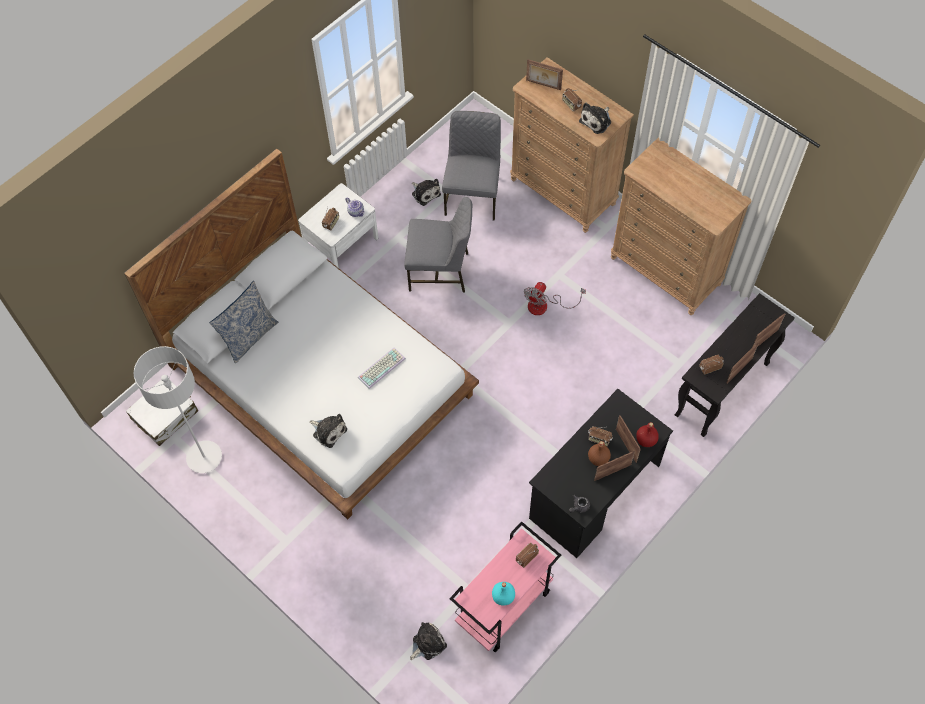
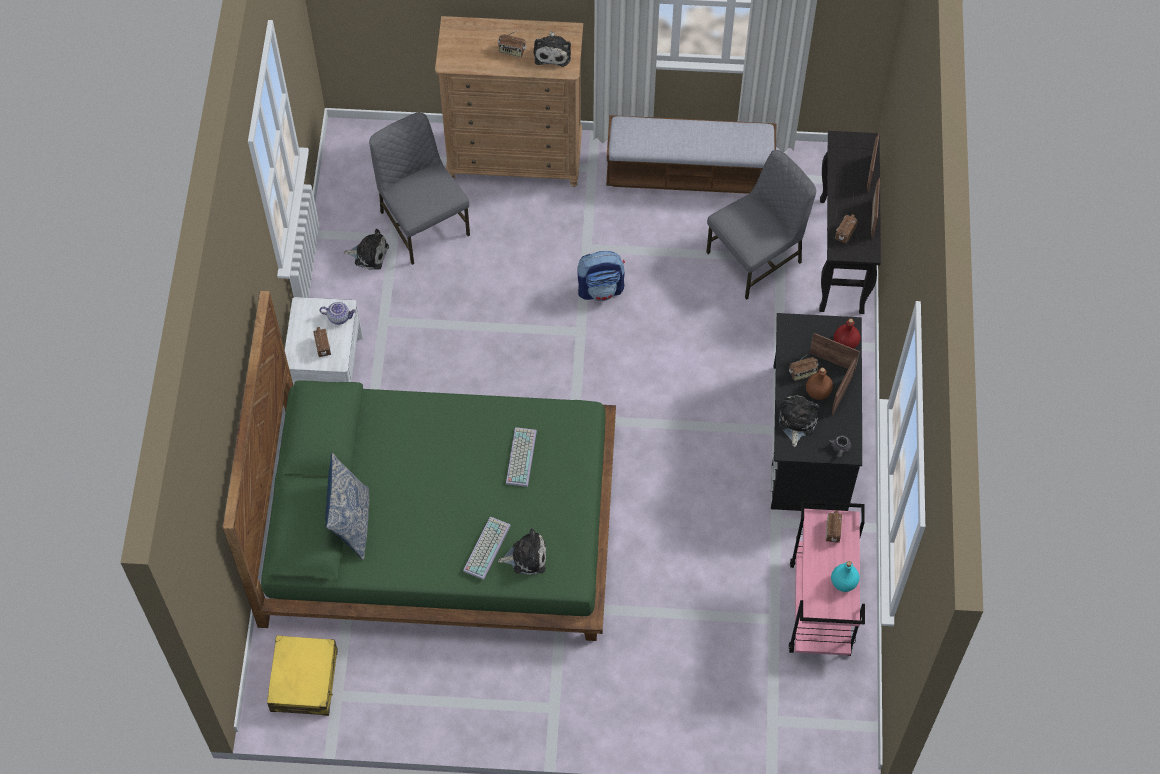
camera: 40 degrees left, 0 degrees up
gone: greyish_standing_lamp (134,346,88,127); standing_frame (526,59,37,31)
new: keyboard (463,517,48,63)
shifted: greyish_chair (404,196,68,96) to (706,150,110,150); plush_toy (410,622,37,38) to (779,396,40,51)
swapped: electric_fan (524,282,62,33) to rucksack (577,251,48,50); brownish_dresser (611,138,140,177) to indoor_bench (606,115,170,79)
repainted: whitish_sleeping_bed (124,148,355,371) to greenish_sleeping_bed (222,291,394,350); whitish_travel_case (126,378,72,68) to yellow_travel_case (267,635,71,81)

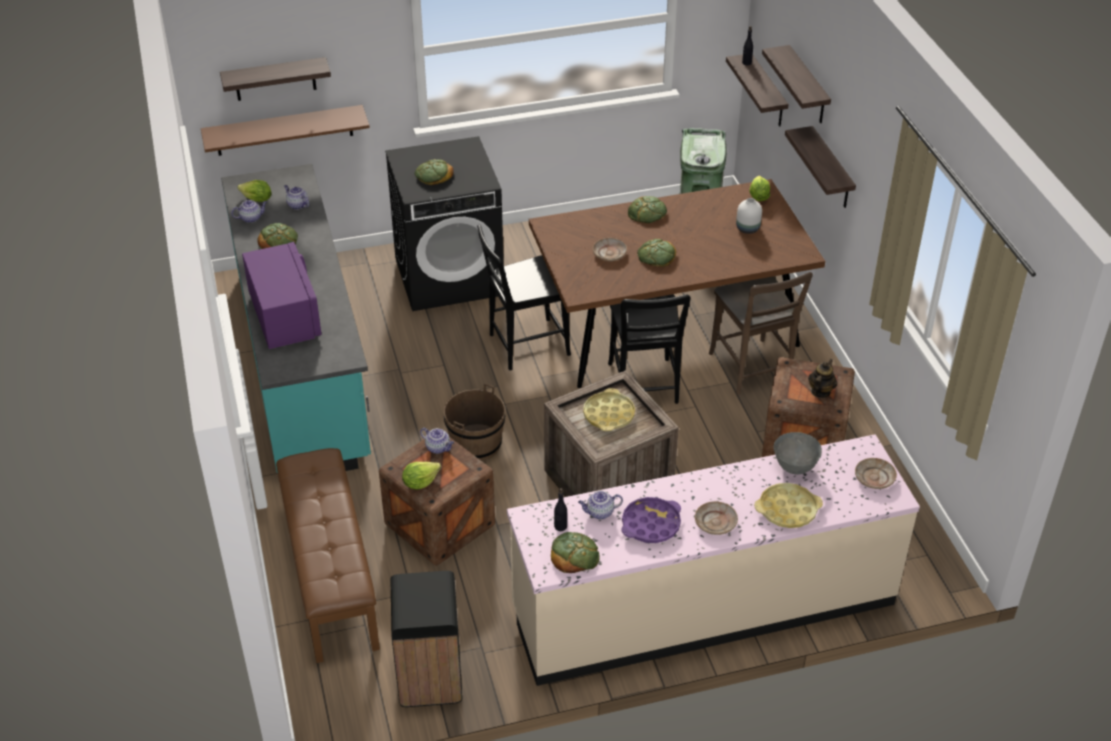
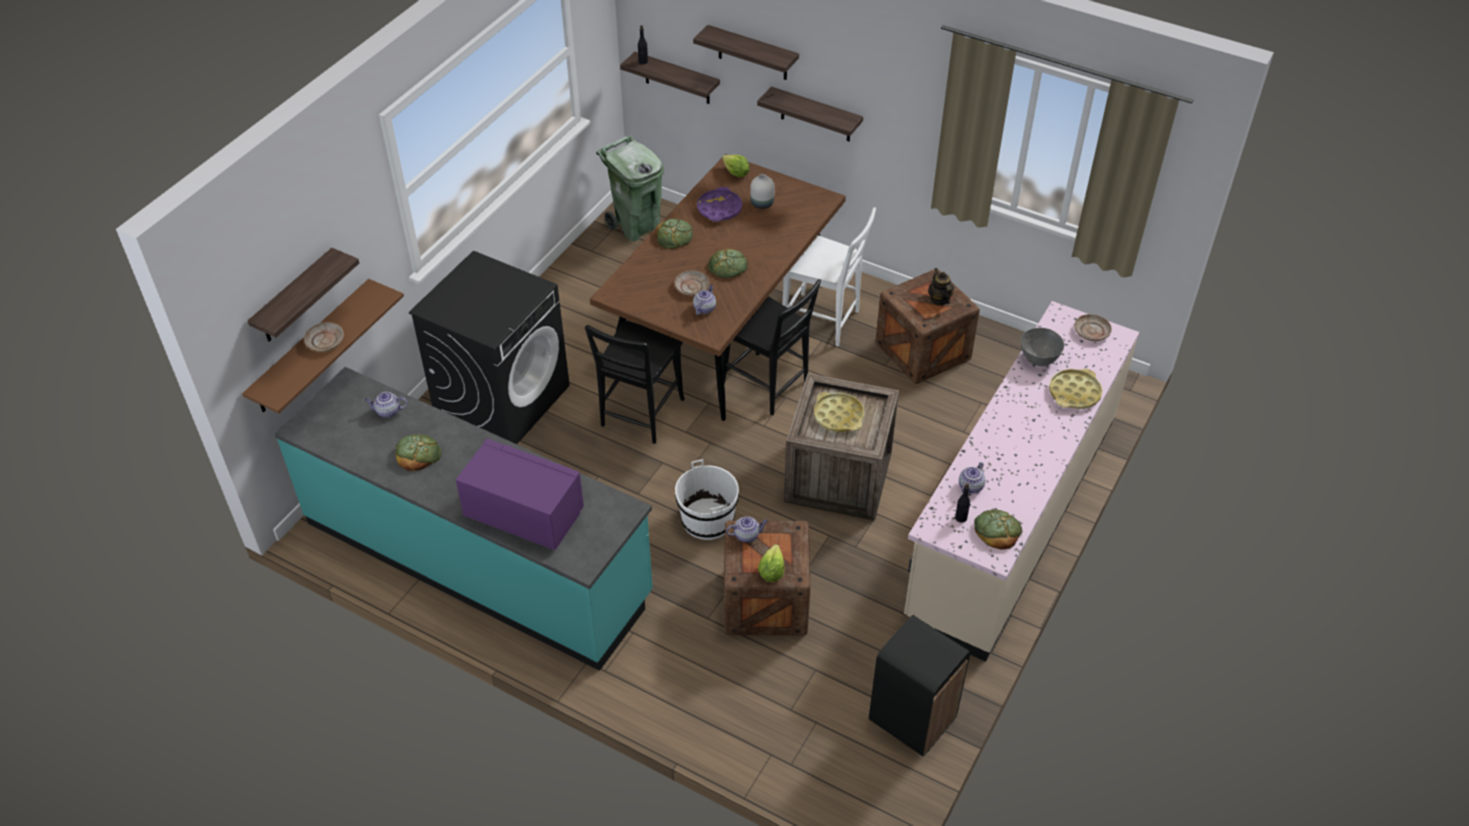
camera: 45 degrees left, 5 degrees up
gone: lettuce_head (237,180,35,22); brownish_indoor_bench (276,448,104,215); bakery_bread (415,159,39,26)
shifted: beige-coloured_dinner_plate (695,501,43,34) to (304,322,40,30); tea_pot (231,200,36,23) to (693,285,23,30); purplish_serving_tray (621,497,60,46) to (697,187,45,34)
repainted: brownish_pail (444,383,61,78) to whitish_pail (675,459,64,81); brownish_chair (709,272,104,123) to whitish_chair (782,207,94,140)

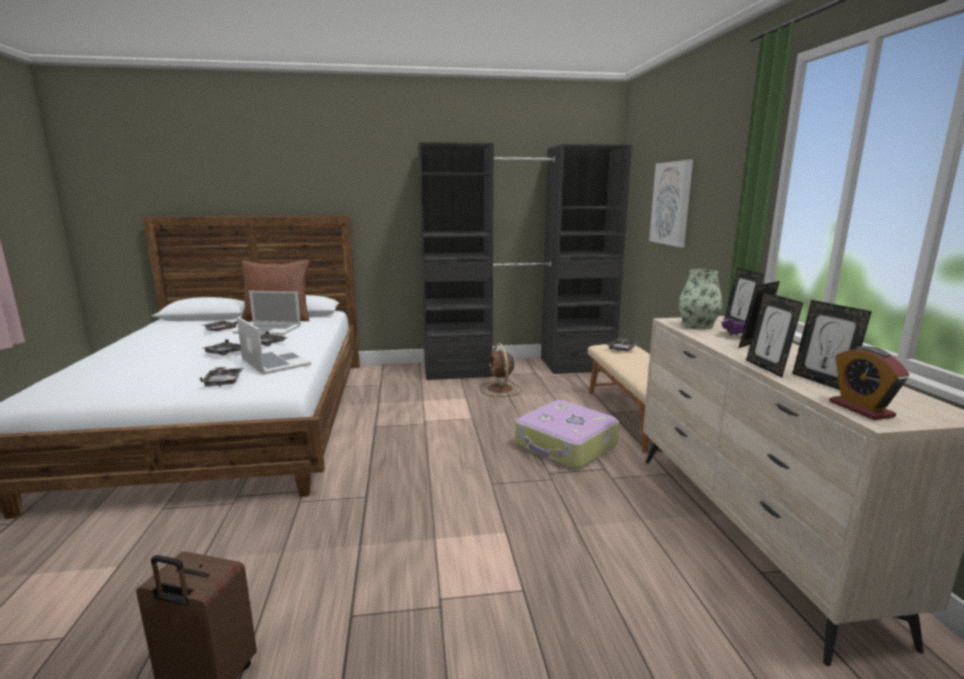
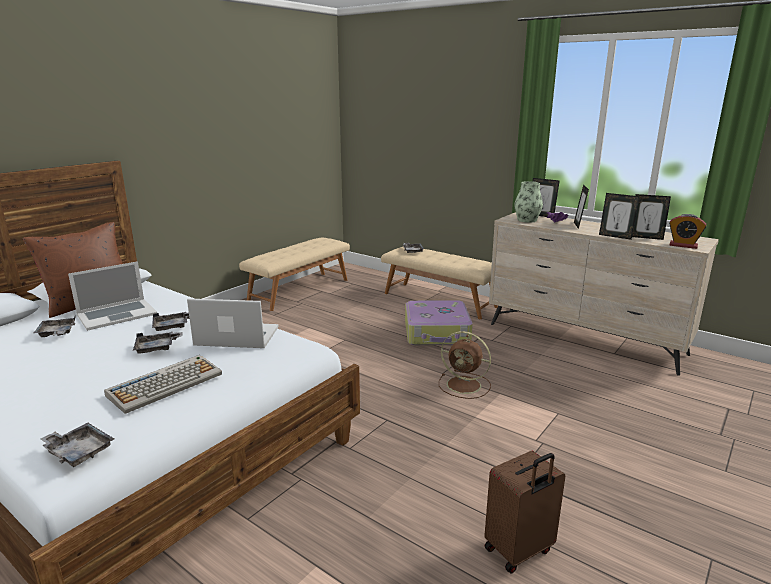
camera: 45 degrees left, 5 degrees up
gone: wall_picture (649,160,44,87)
new: keyboard (104,355,118,59)
shifted: greyish_serving_tray (200,367,43,20) to (40,422,74,45); brownish_electric_fan (480,343,42,54) to (439,331,52,68)
swapped: blackish_armoire (418,142,214,238) to beige-coloured_indoor_bench (239,237,111,74)

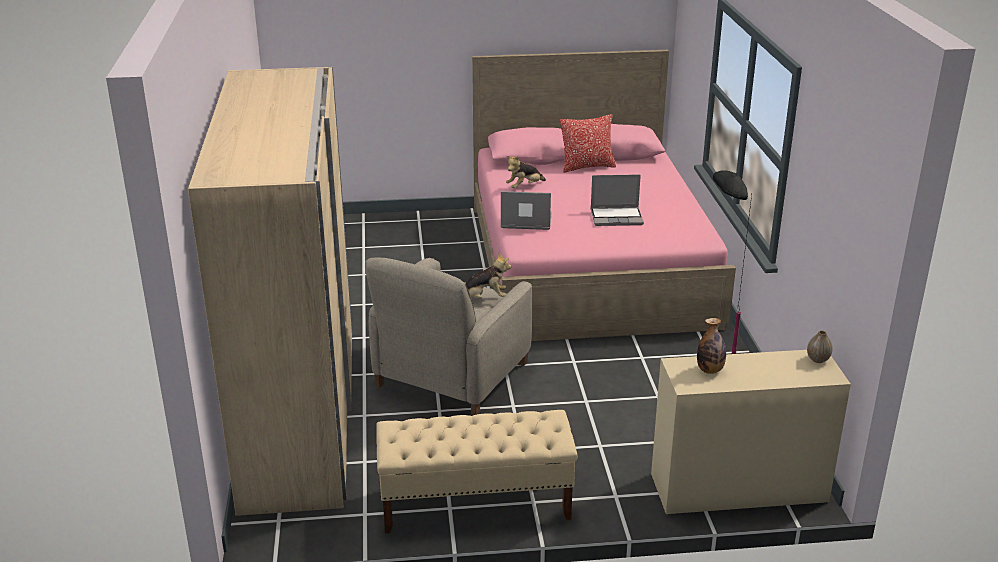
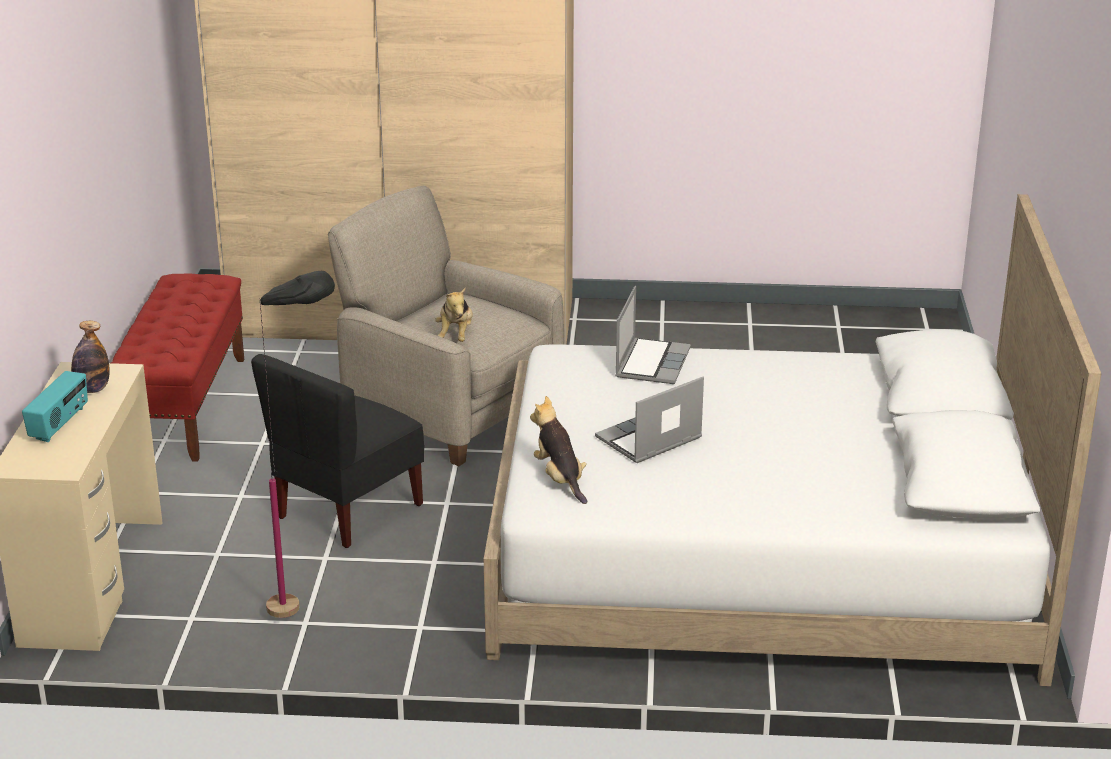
camera: 100 degrees right, 0 degrees up
gone: throw_pillow (560,114,56,59); vase (807,330,26,33)
new: radio_set (22,371,66,71); blackish_chair (251,354,173,194)
shifted: plush_toy (506,156,40,32) to (530,396,57,108)
repainted: beige-coloured_indoor_bench (376,410,202,123) to reddish_indoor_bench (111,273,133,189); pink_sleeping_bed (472,50,264,291) to whitish_sleeping_bed (484,194,617,492)
rotated: portable_computer (591,174,53,52) = (595,377,109,86) 45 degrees clockwise

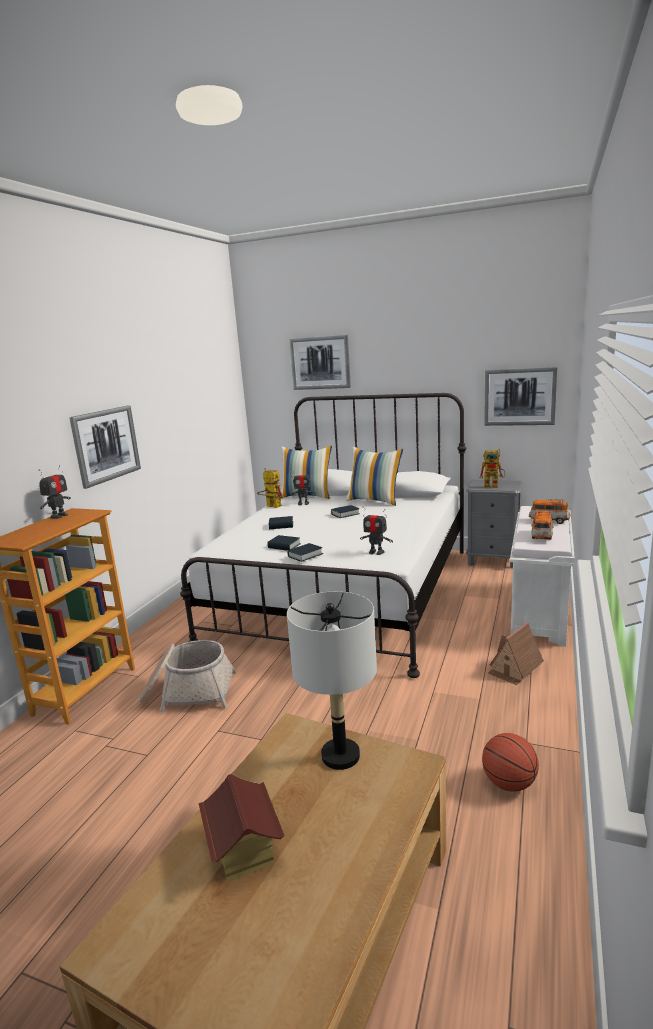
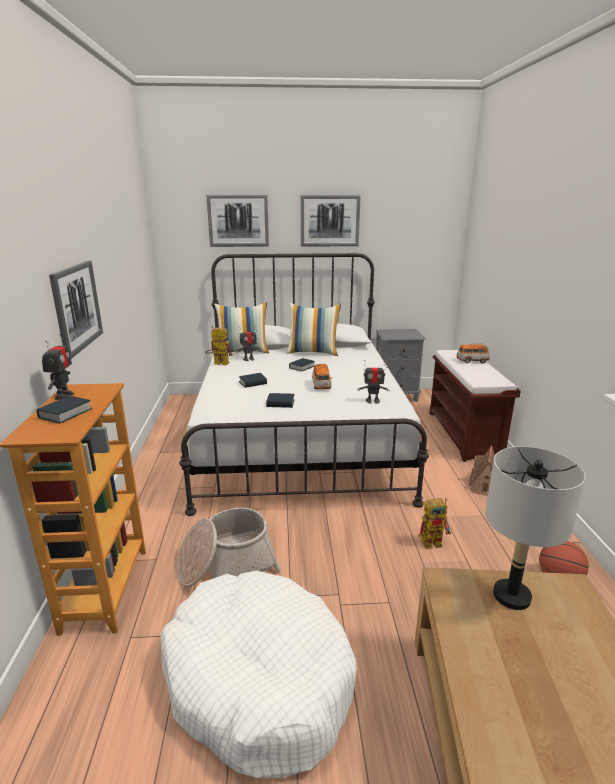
camera: 25 degrees left, 5 degrees up
gone: miniature_house (198,774,87,108)
new: whitish_pet_bed (160,571,197,207)
shifted: book (287,543,36,19) to (37,396,56,28); wall_picture (484,367,73,59) to (301,195,60,52); model_car (531,510,23,30) to (312,363,20,26); model_robot (480,449,25,39) to (418,498,33,51)
repainted: whitish_indoor_bench (510,506,65,141) to brownish_indoor_bench (429,350,92,112)

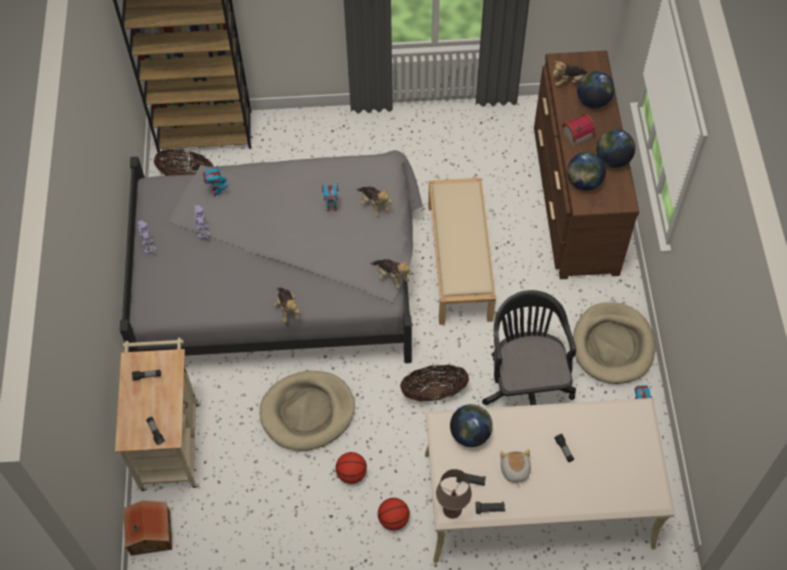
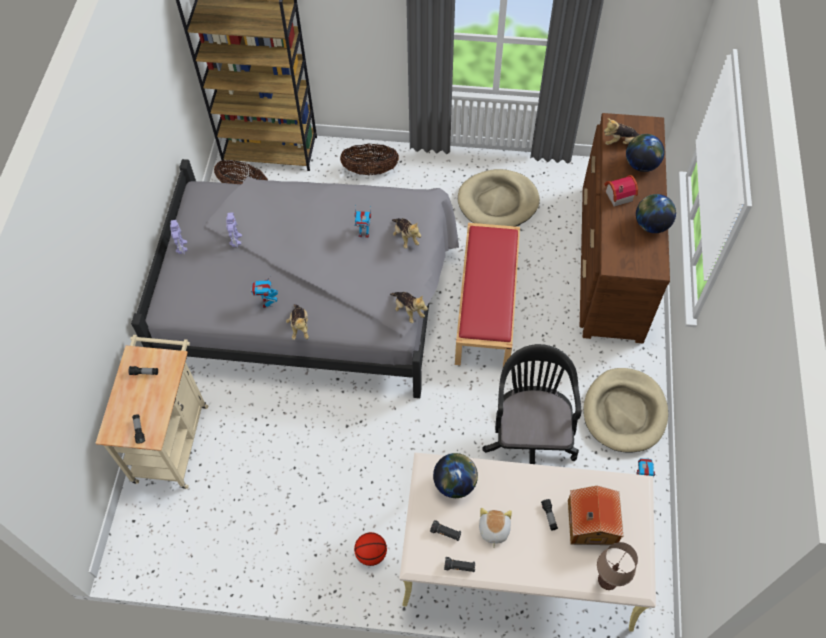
camera: 10 degrees right, 0 degrees up
gone: ball_for_basketball (336,452,31,32); desk_globe (567,152,39,39)
shifted: model_robot (202,164,26,33) to (251,277,27,31); storage_basket (400,364,69,37) to (340,143,59,32); beige-coloured_pet_bed (260,371,95,80) to (458,169,82,58); miniature_house (123,500,49,56) to (568,486,56,59); brownish_lamp_for_a_table (436,469,36,49) to (597,542,41,48)
repainted: beige-coloured_indoor_bench (428,178,68,147) to reddish_indoor_bench (455,223,65,144)

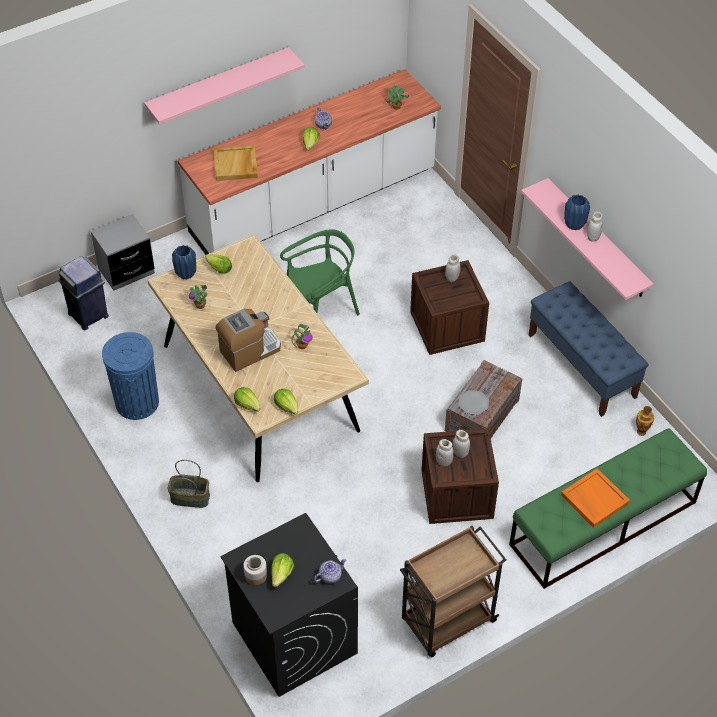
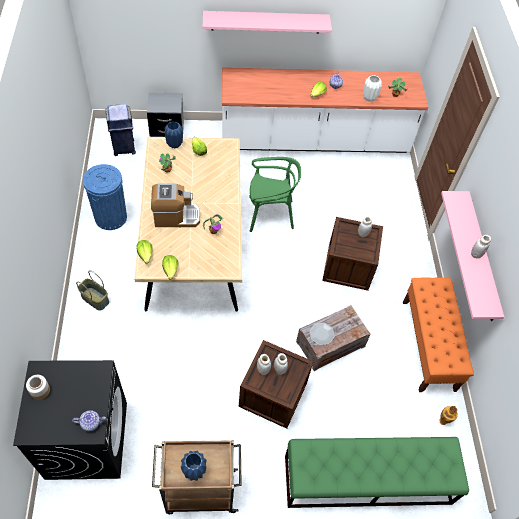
camera: 25 degrees right, 5 degrees up
gone: beige-coloured_serving_tray (214,145,44,36); lettuce_head (271,553,23,34); orangey_serving_tray (561,468,69,60)
new: whitish_vase (363,75,19,27)
shifted: blue_vase (564,194,26,36) to (181,451,25,30)
repainted: blue_indoor_bench (528,281,121,136) to orangey_indoor_bench (403,278,71,114)

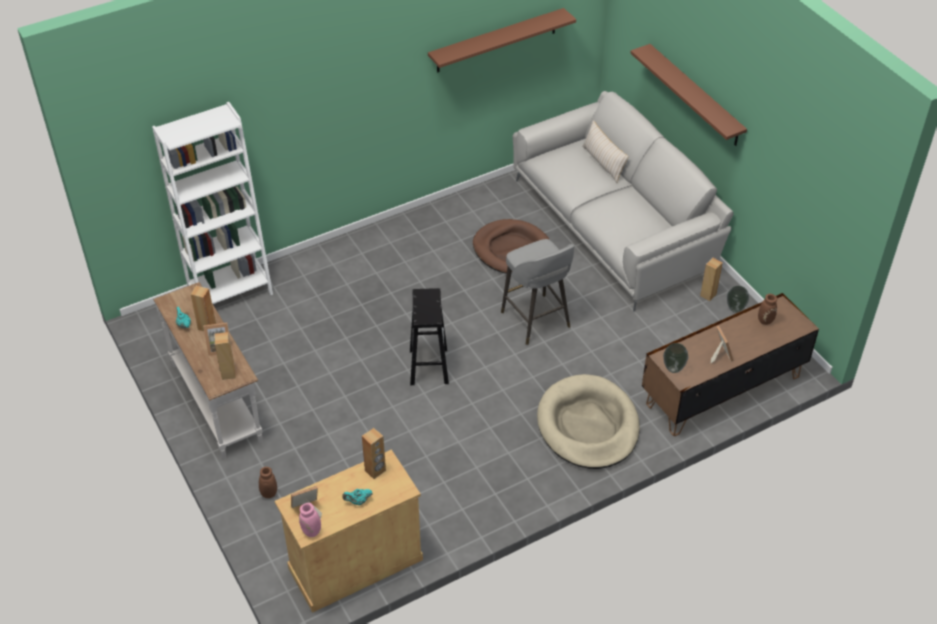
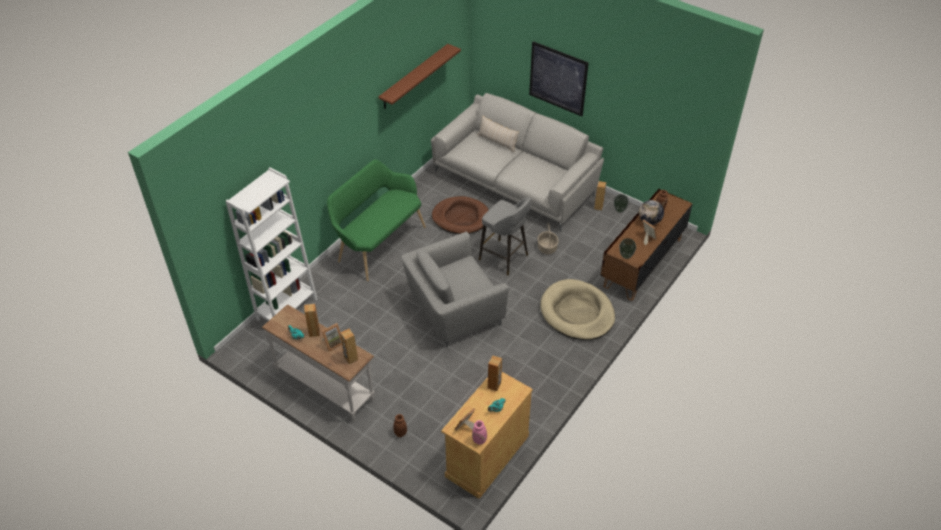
camera: 25 degrees left, 0 degrees up
new: greenish_indoor_bench (327,159,99,122); storage_basket (537,223,22,31); desk_globe (639,200,25,25)
swapped: blackish_stool (410,288,39,97) to greyish_lounge_chair (401,232,107,115); brownish_shelf (630,44,117,102) to wall_picture (529,41,60,75)

